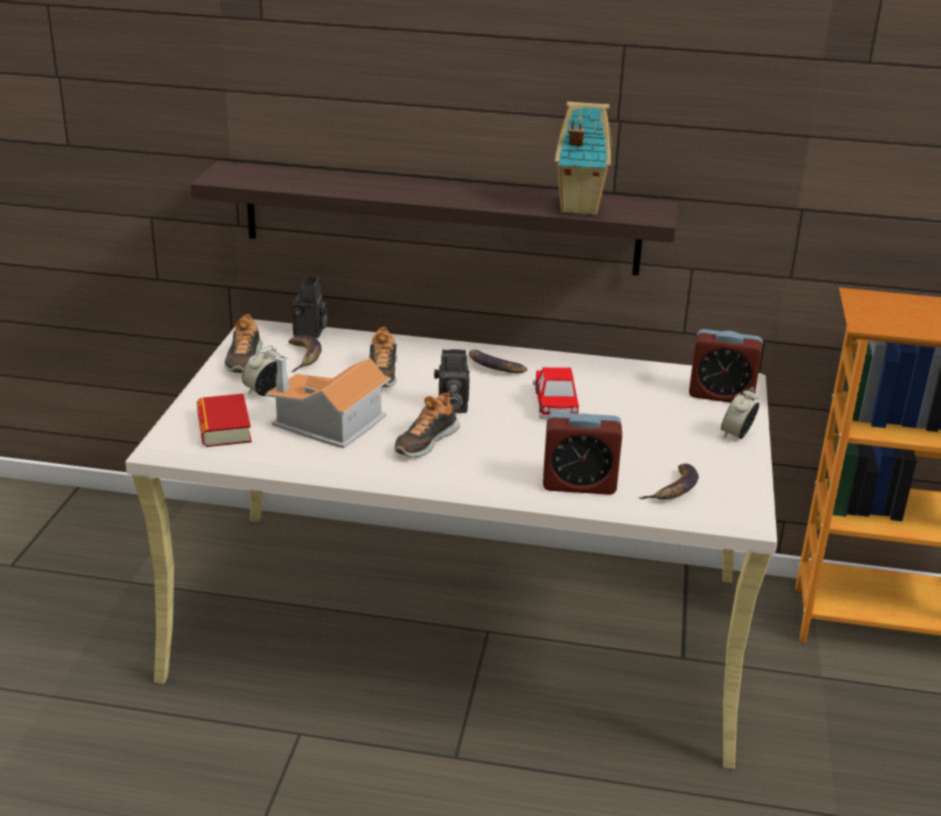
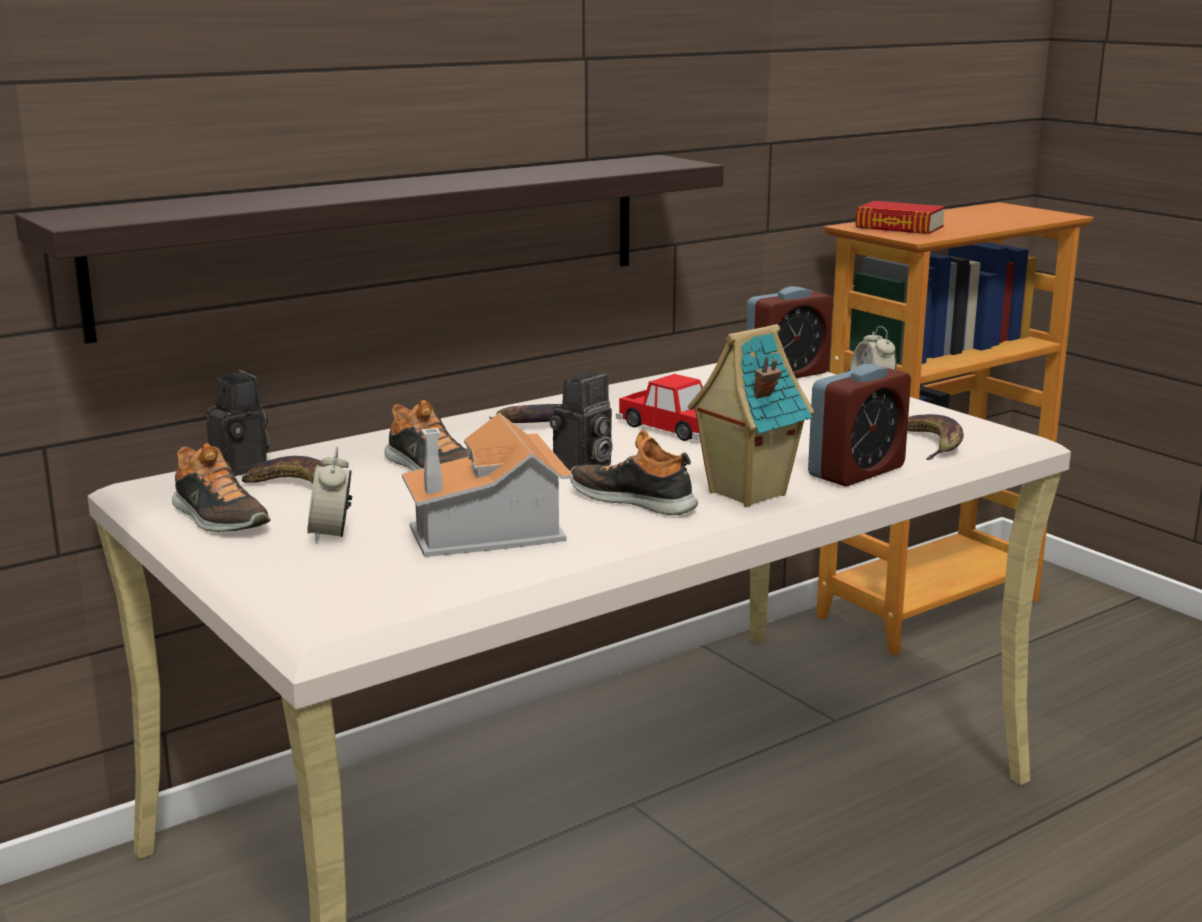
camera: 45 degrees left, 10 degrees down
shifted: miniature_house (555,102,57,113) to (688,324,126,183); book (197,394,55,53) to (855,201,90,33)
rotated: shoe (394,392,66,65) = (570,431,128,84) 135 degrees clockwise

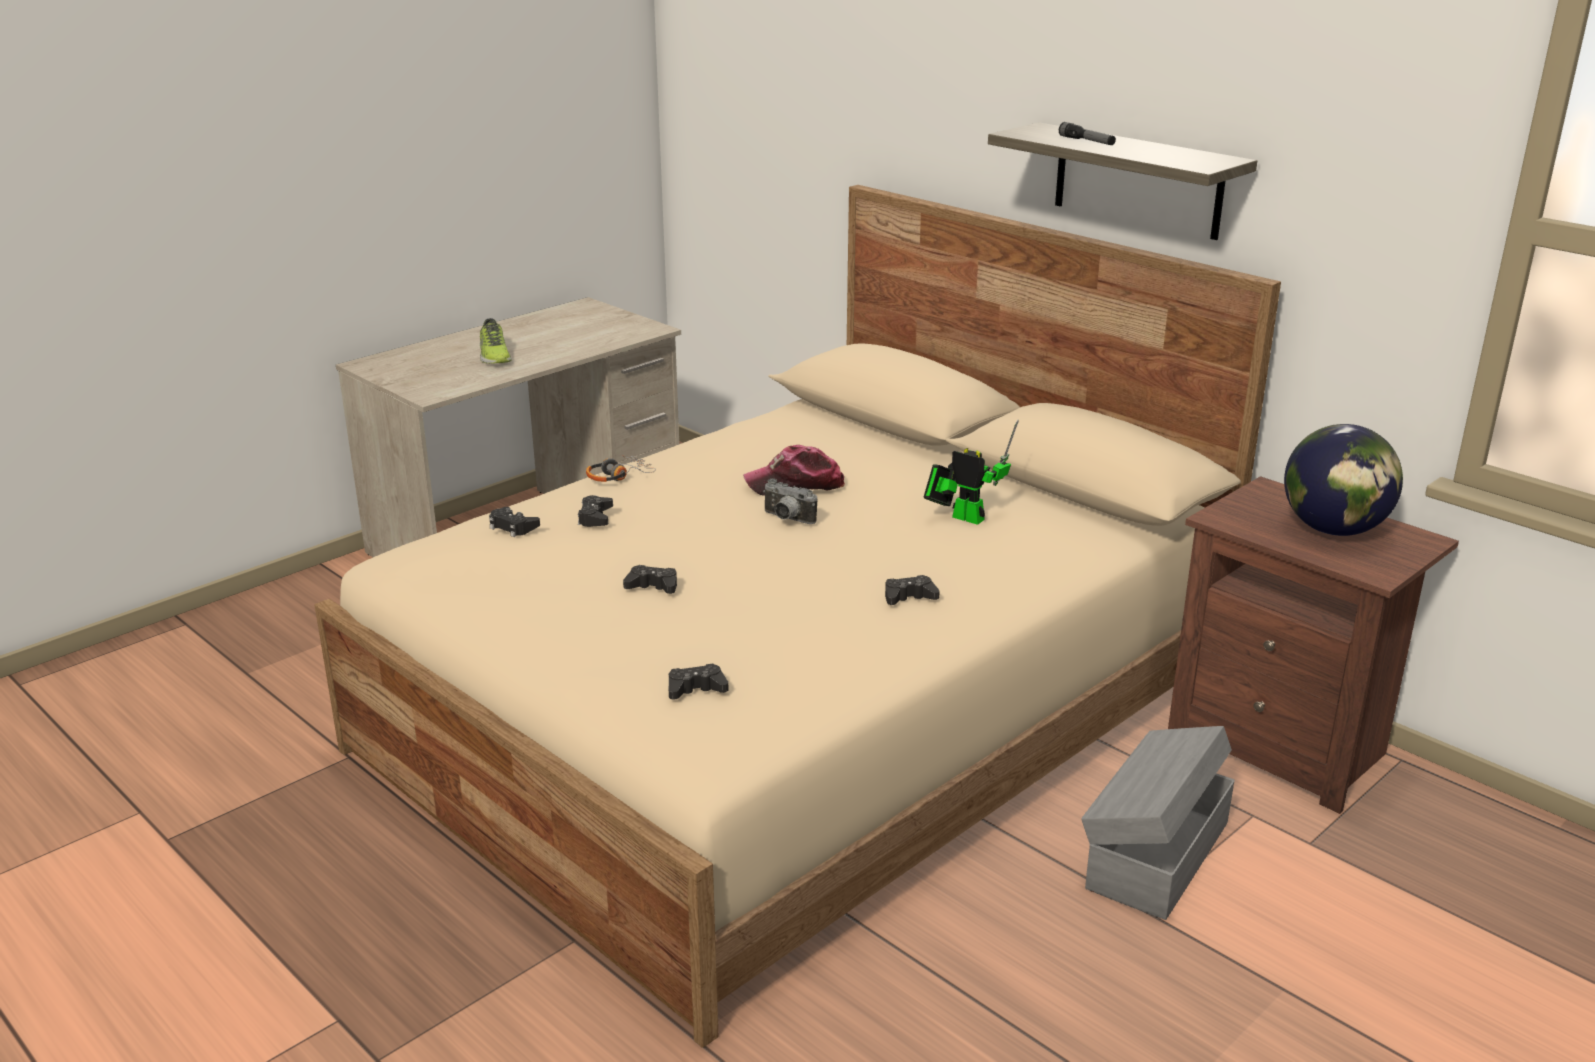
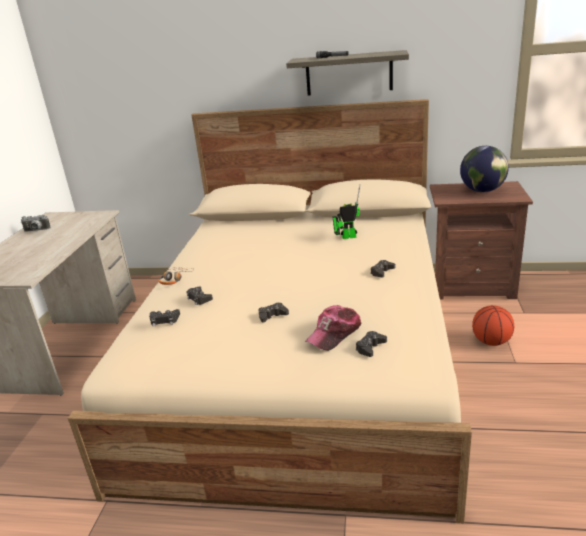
camera: 35 degrees left, 0 degrees up
gone: shoe (480,318,32,46)
shifted: still_camera (763,479,55,45) to (21,215,30,17); baseball_cap (743,445,102,50) to (305,305,57,46)
swapped: greyish_storage_bin (1081,726,154,194) to ball_for_basketball (472,305,42,41)

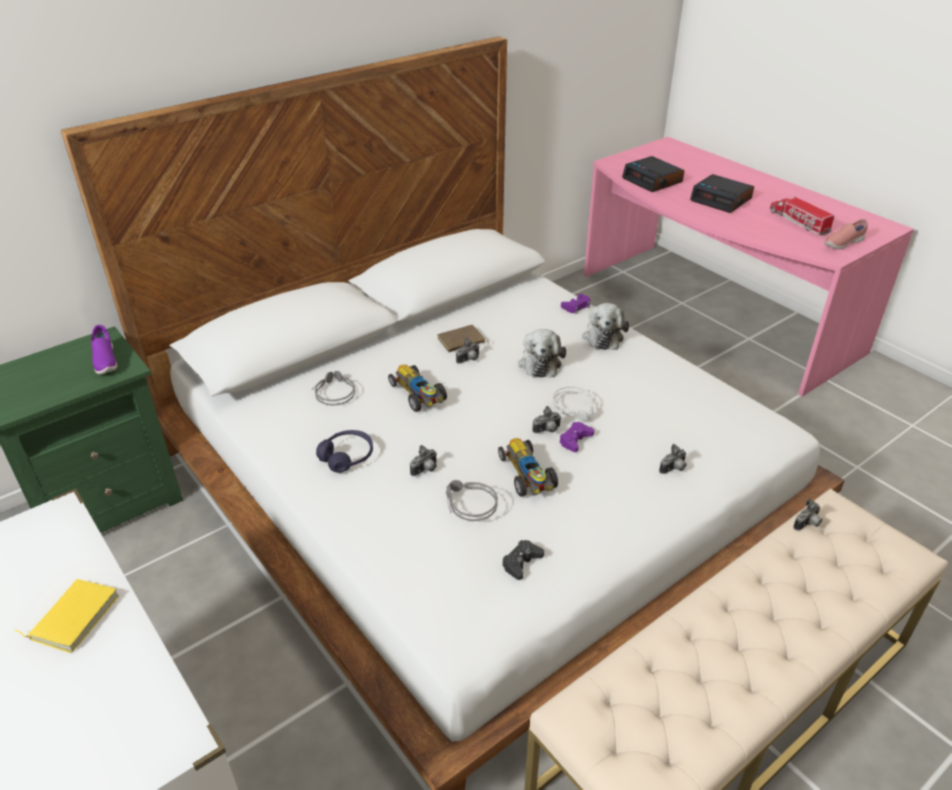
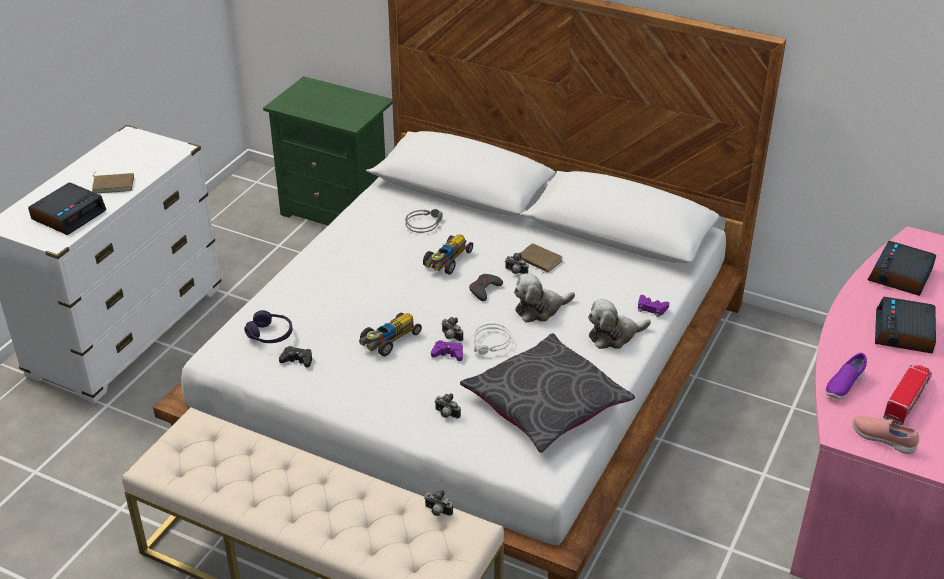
camera: 65 degrees right, 0 degrees up
gone: still_camera (410,445,27,31); greyish_headset (446,480,52,41)
new: alarm_clock (28,182,78,53); greyish_throw_pillow (460,333,175,119); greyish_joypad (469,274,34,27)
shifted: purplish_headset (316,430,57,43) to (244,310,48,33); purplish_shoe (91,325,26,49) to (825,353,42,46)
repainted: yellow_book (14,579,105,74) to brownish_book (92,172,42,21)

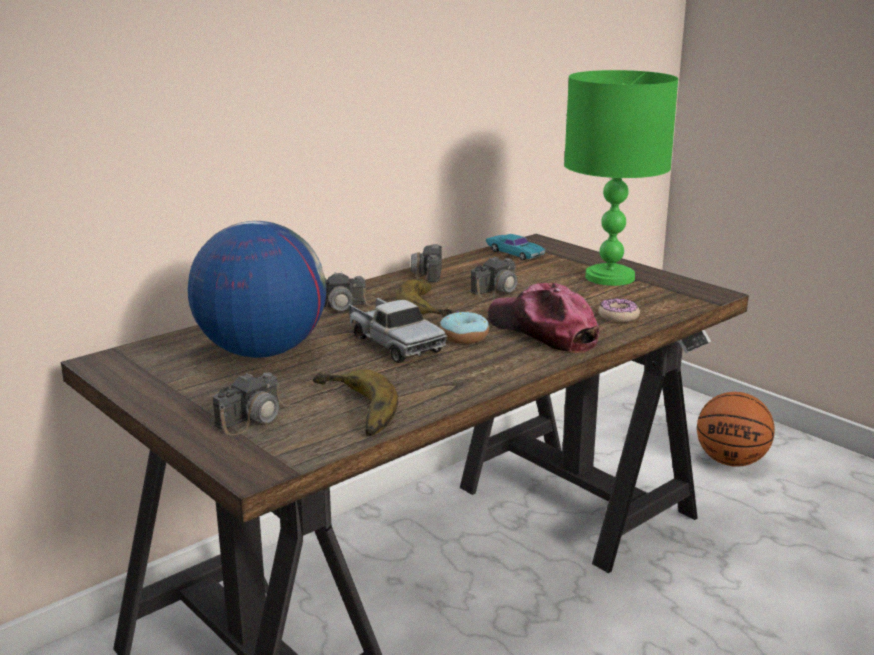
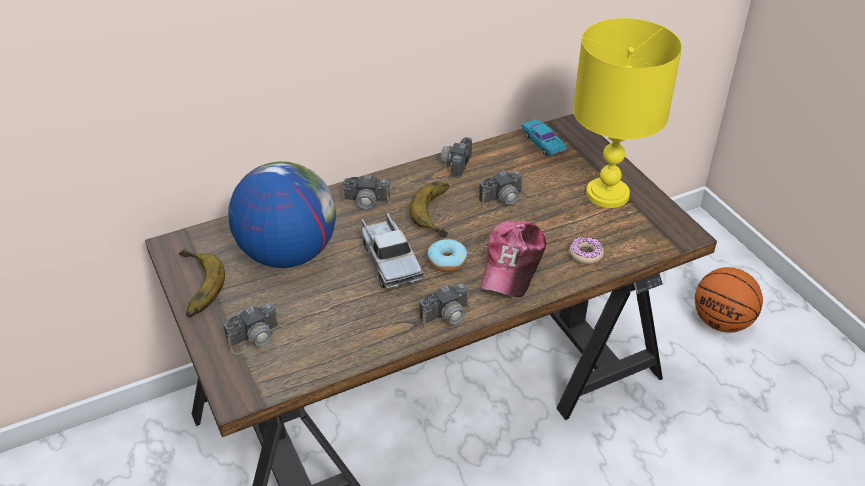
camera: 15 degrees right, 20 degrees up
new: still_camera (419,283,68,48)
shifted: whole_banana (313,369,85,67) to (179,248,46,69)
repainted: greenish_lamp_for_a_table (564,70,114,216) to yellow_lamp_for_a_table (573,18,109,190)
rotated: baseball_cap (488,283,111,70) = (481,221,65,76) 135 degrees counterclockwise

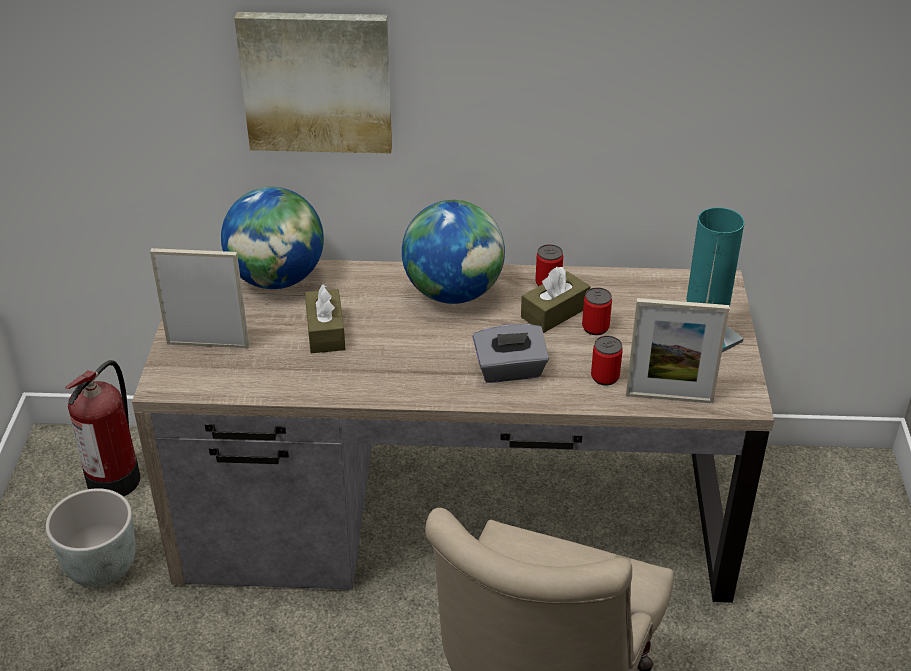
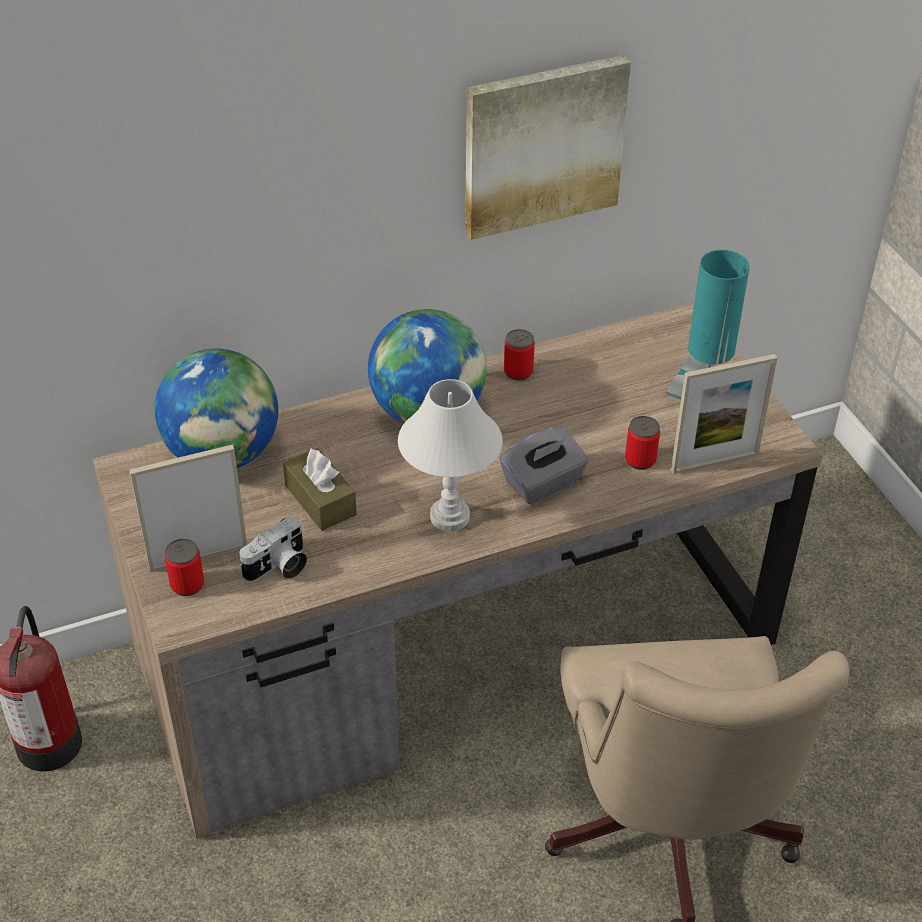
camera: 25 degrees left, 5 degrees up
gone: greyish_planter (46,488,90,99); brownish_tissue_box (521,267,69,66)
new: still_camera (239,516,68,66); whitish_lamp_for_a_table (398,379,105,153)
shifted: metal_can (582,288,30,47) to (165,539,39,57); wall_picture (234,12,158,141) to (465,55,166,185)

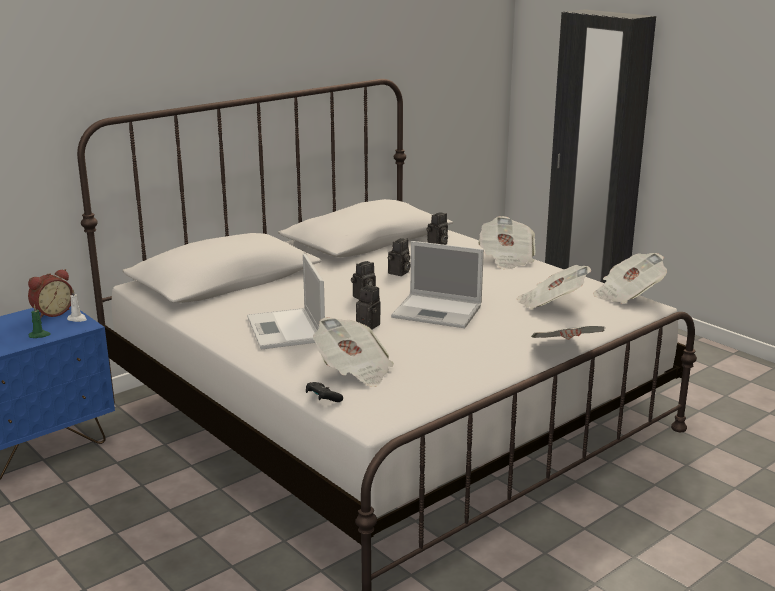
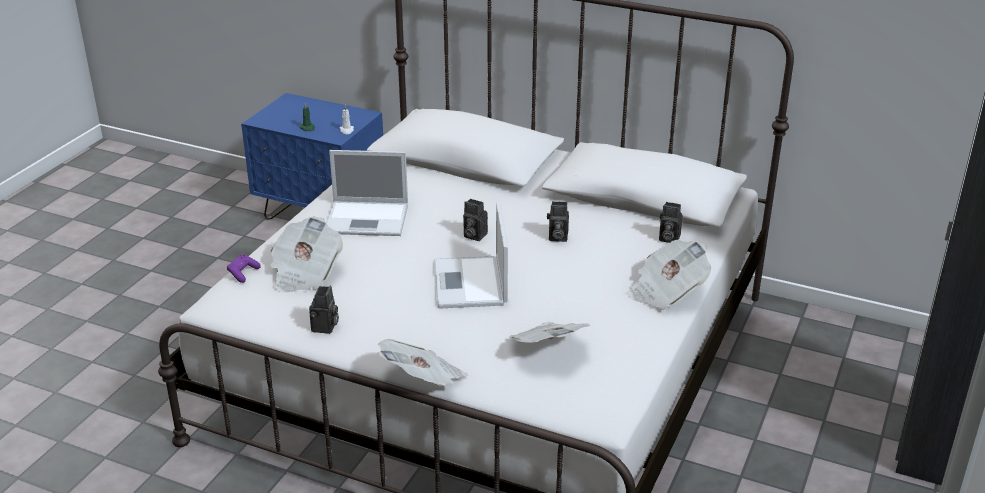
camera: 65 degrees right, 10 degrees up
gone: alarm_clock (28,269,45,50); newspaper (593,253,74,50)
shifted: still_camera (356,284,25,45) to (309,286,30,48)
repainted: blackish_joypad (306,382,37,20) to purplish_joypad (227,254,34,29)
rotated: portable_computer (247,254,78,95) = (326,150,82,86) 135 degrees counterclockwise

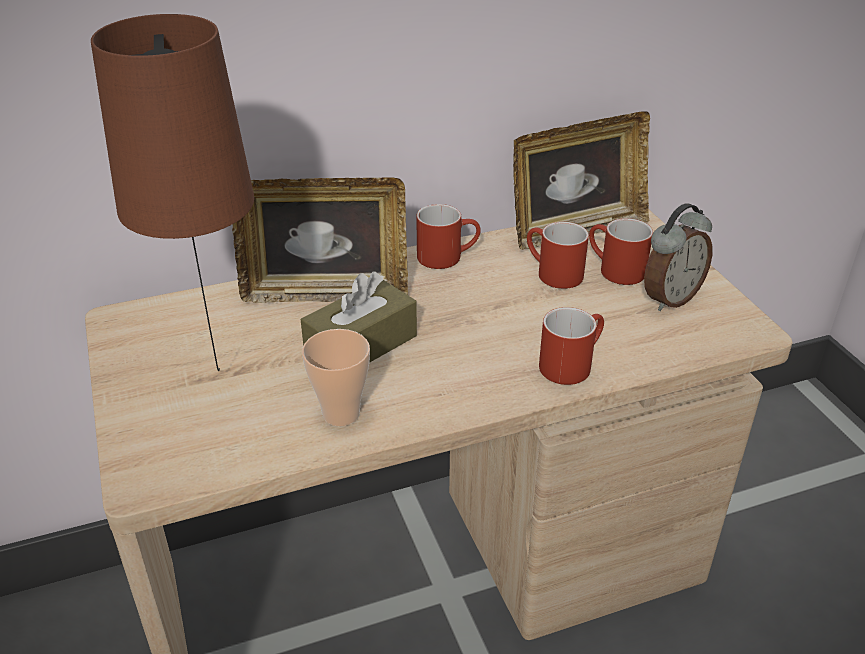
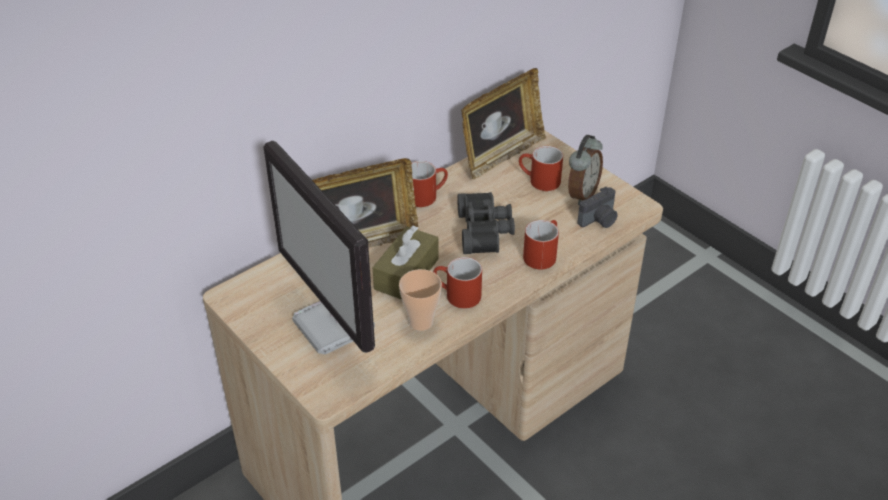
camera: 20 degrees left, 5 degrees up
new: blackish_field_glasses (458,192,57,62); still_camera (577,187,41,41)
shifted: reddish_tea_mug (527,222,62,67) to (433,257,49,52)
swapped: brownish_lamp_for_a_table (91,14,163,357) to computer_display (264,141,111,213)

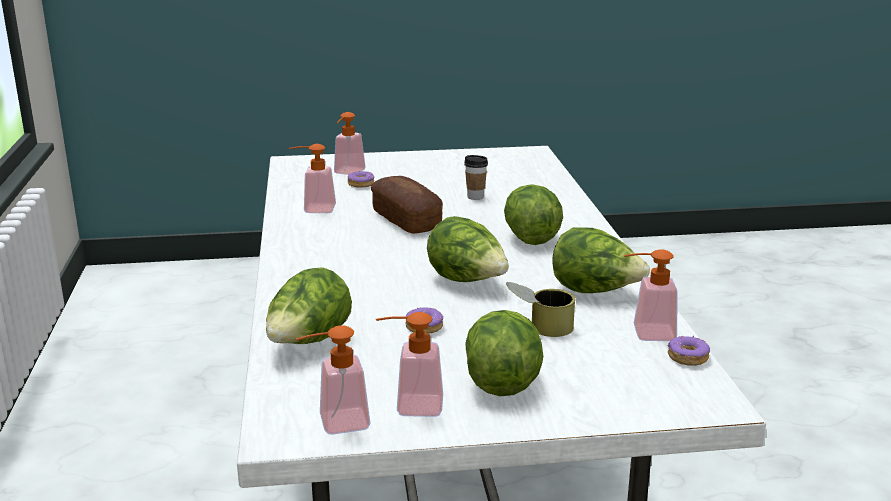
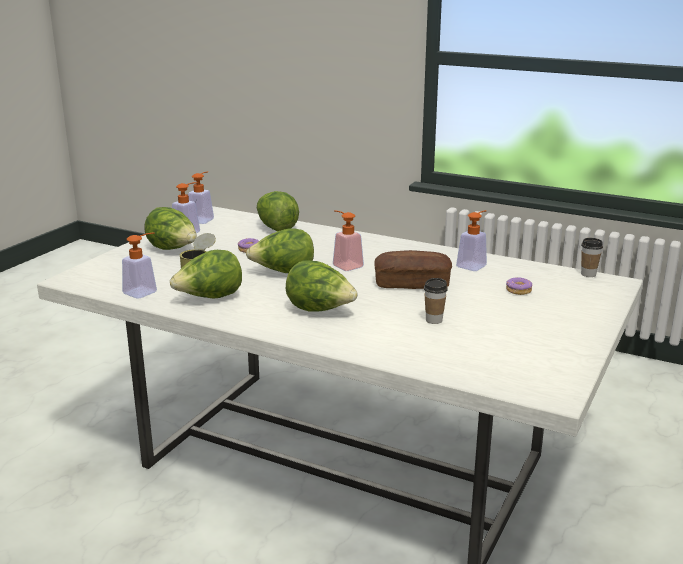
camera: 125 degrees right, 0 degrees up
gone: ring_doughnut (667,336,43,30)
new: cup (581,238,22,39)
shifted: soap_dispenser (334,112,32,63) to (333,210,31,61)

